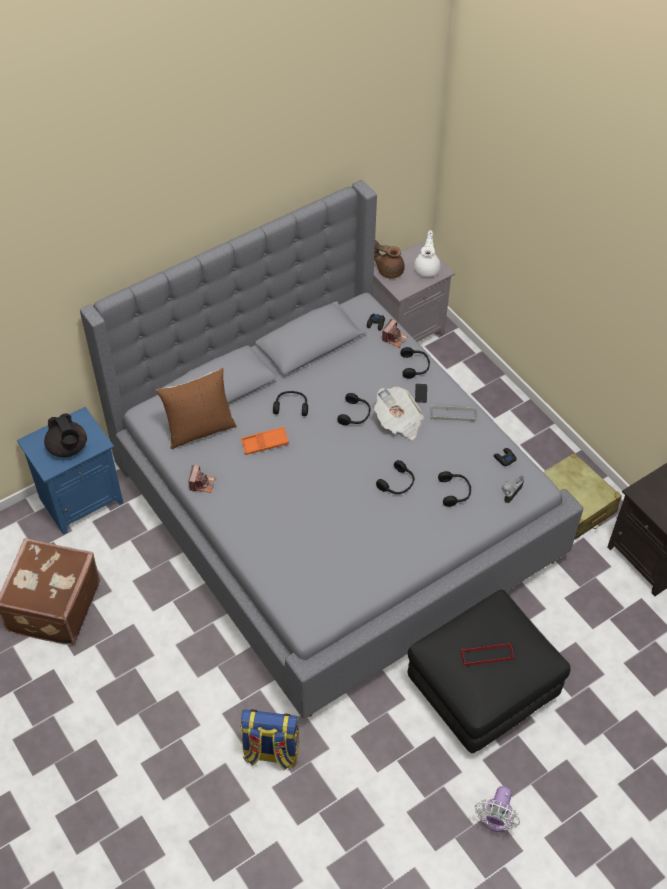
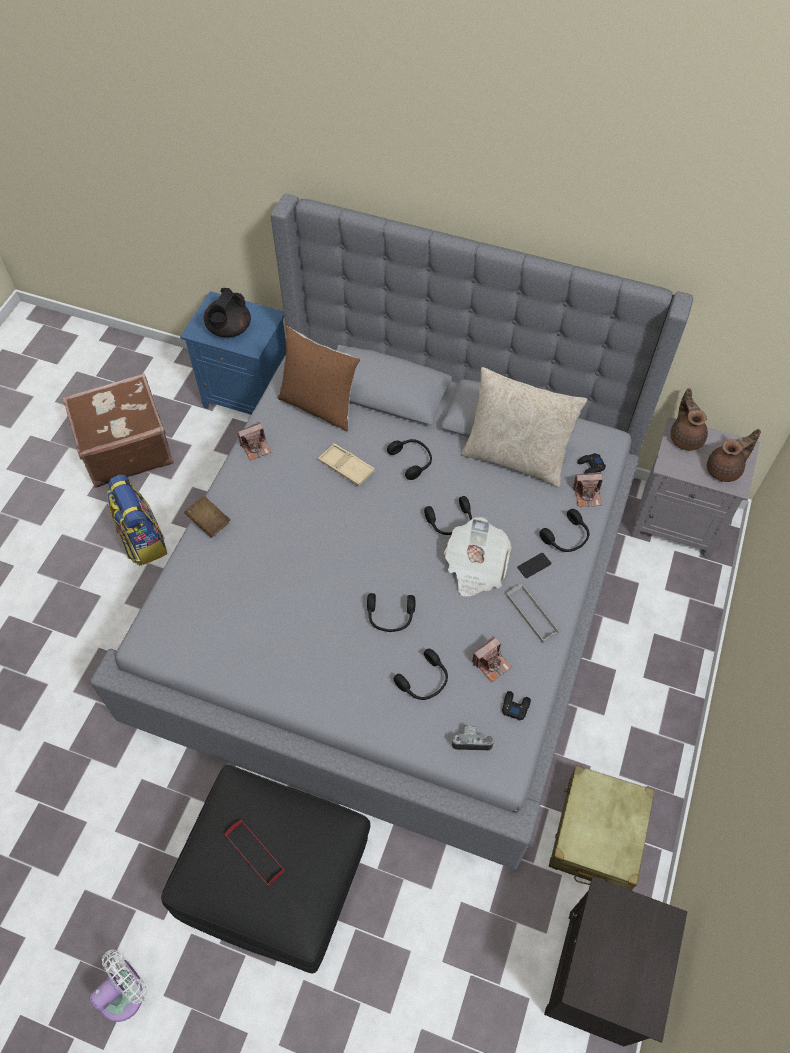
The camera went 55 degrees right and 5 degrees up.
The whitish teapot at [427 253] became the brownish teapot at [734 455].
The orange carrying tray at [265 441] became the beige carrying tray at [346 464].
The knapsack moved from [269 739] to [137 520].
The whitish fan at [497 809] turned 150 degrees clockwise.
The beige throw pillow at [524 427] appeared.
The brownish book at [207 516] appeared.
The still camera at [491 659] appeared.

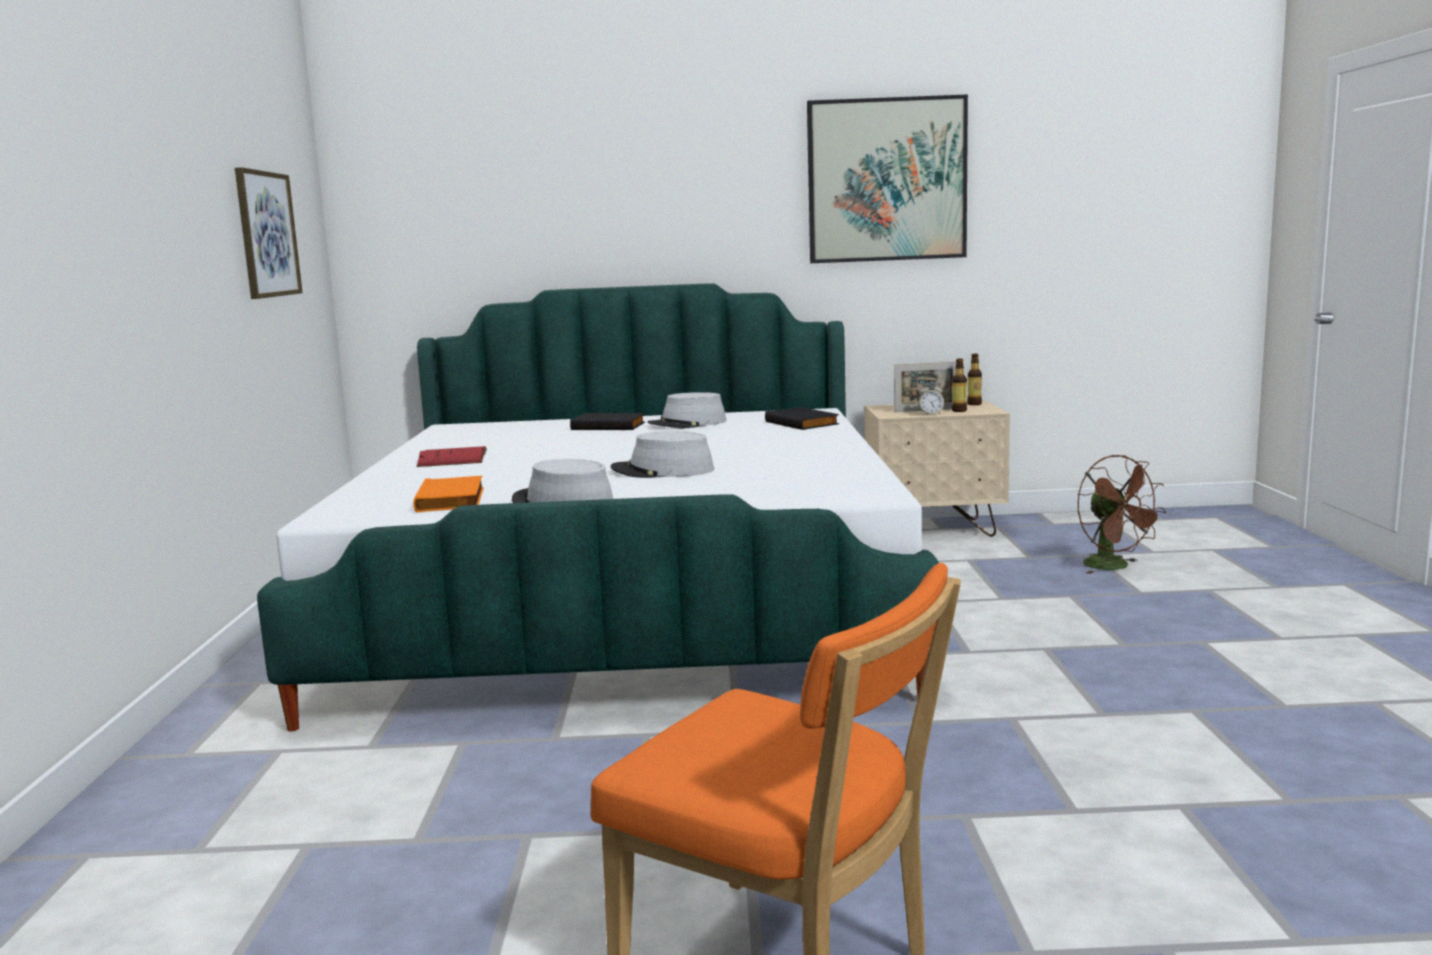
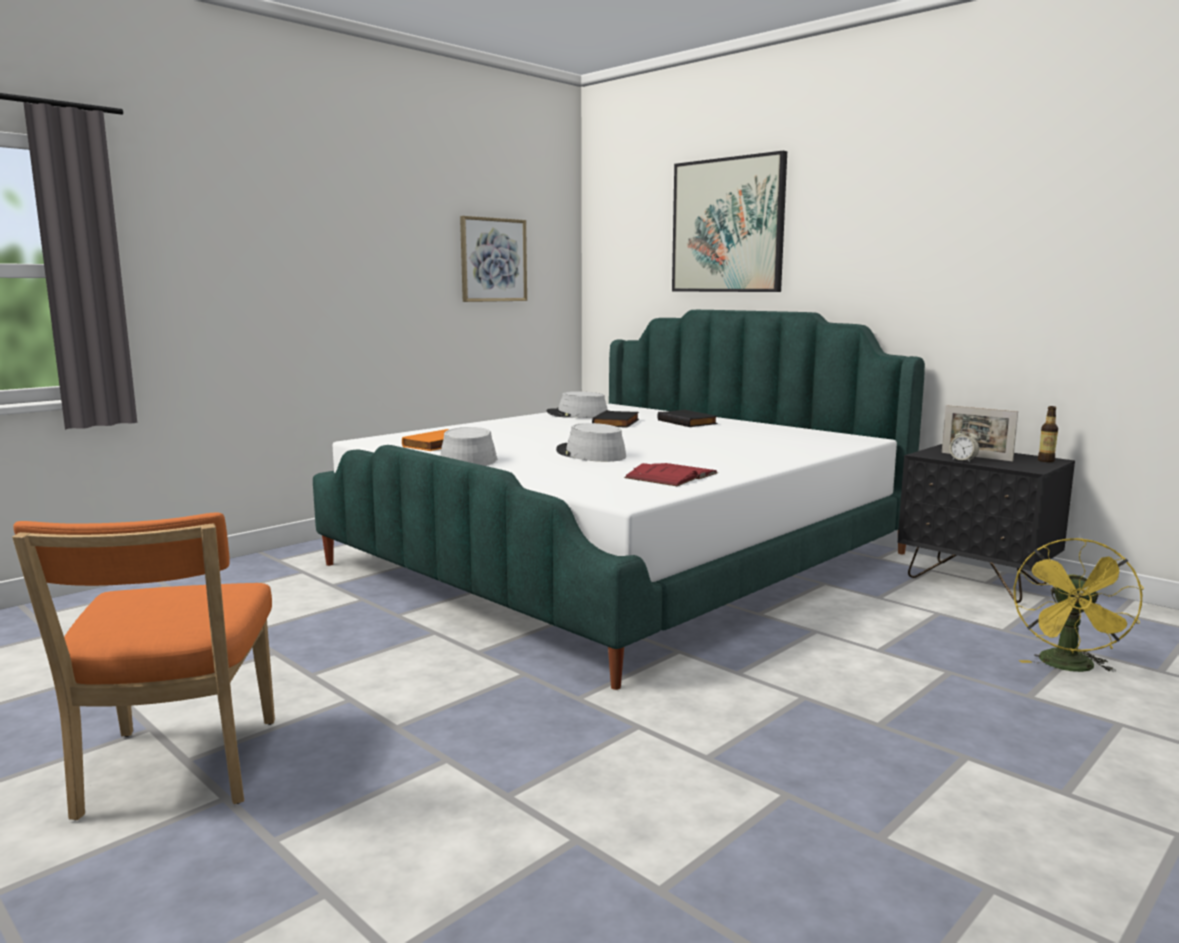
The camera went 45 degrees right and 0 degrees up.
The wall art moved from [887 178] to [729 221].
The drink bottle at [959 385] disappeared.
The greyish clothing hat moved from [687 410] to [577 404].
The beige night table at [937 468] became the black night table at [986 523].
The black book moved from [802 418] to [615 419].
The red book moved from [451 456] to [671 474].
The brownish fan at [1122 514] became the yellowish fan at [1079 605].

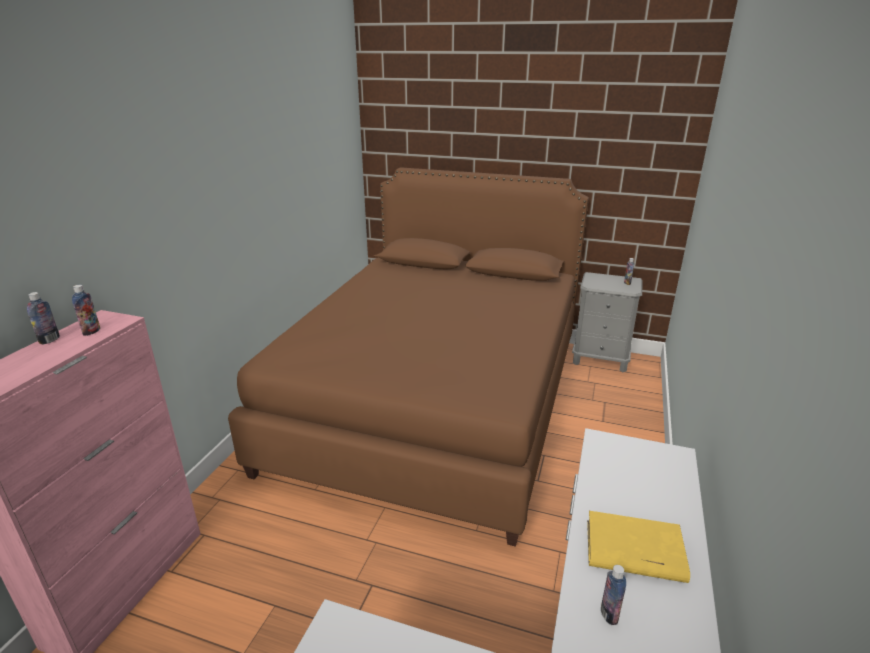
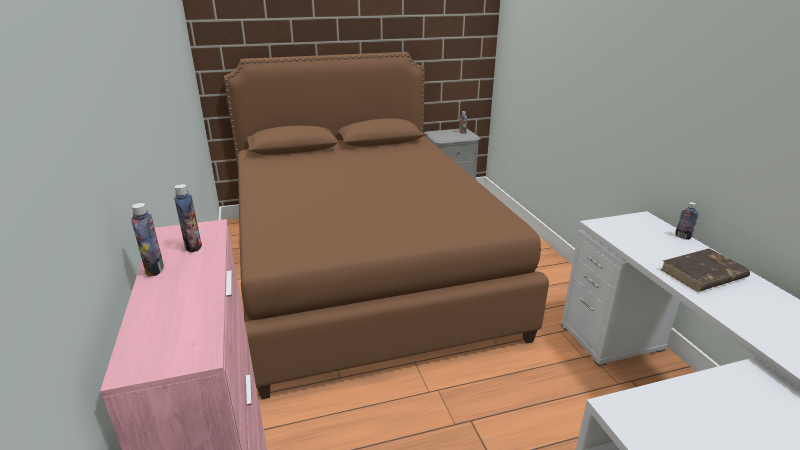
The camera went 35 degrees left and 0 degrees up.
The yellowish book at [638 547] became the brownish book at [705 270].
The drink bottle moved from [613 595] to [686 221].

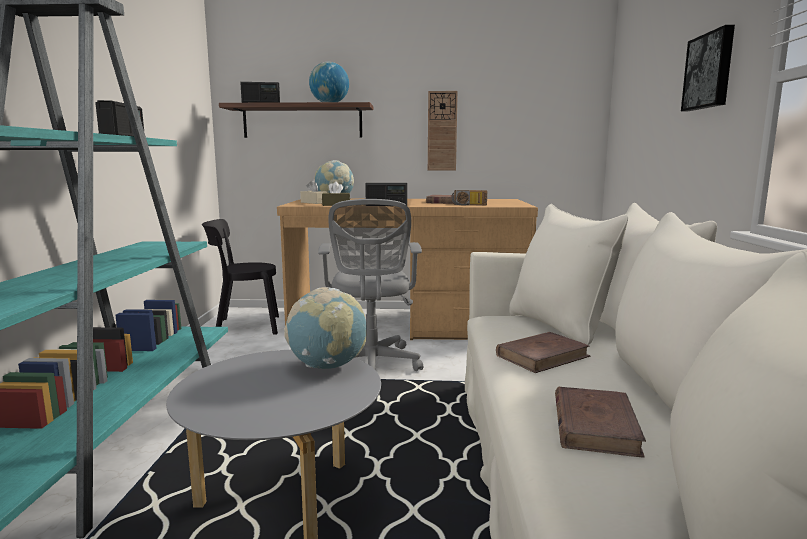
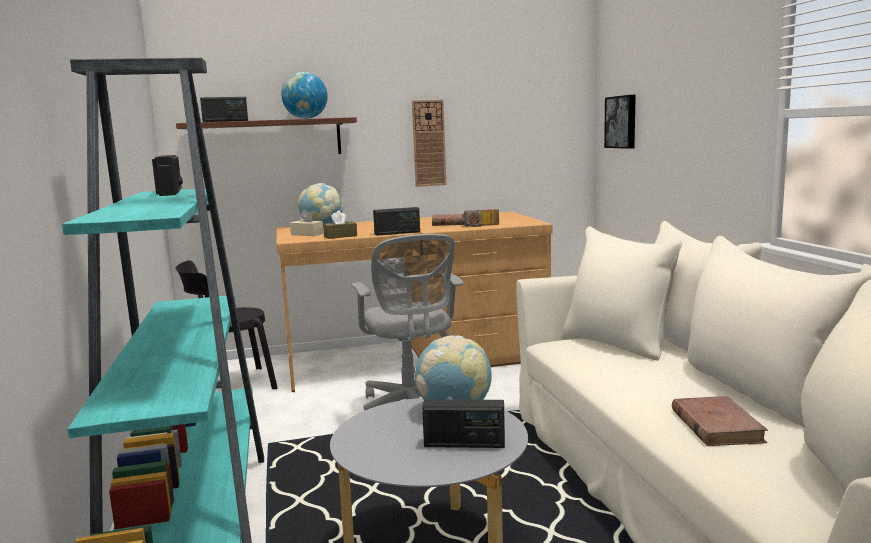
The camera went 15 degrees left and 0 degrees up.
The wall art moved from [708 68] to [620 122].
The brownish book at [543 352] disappeared.
The radio at [463 424] appeared.

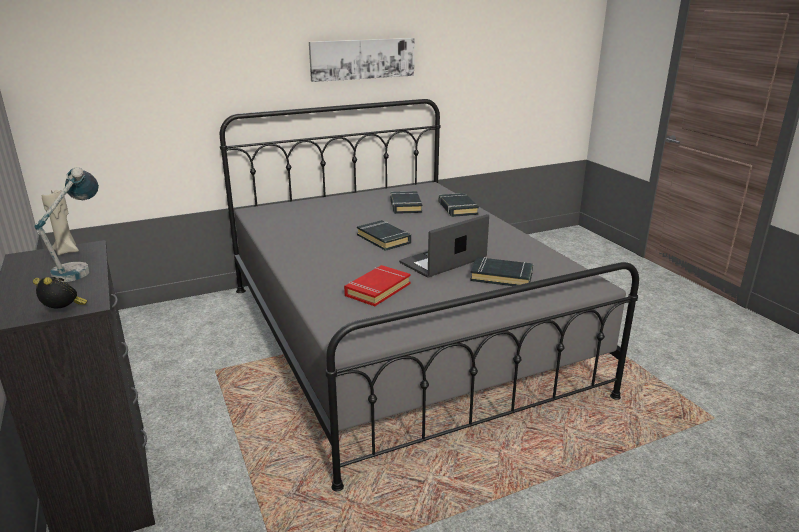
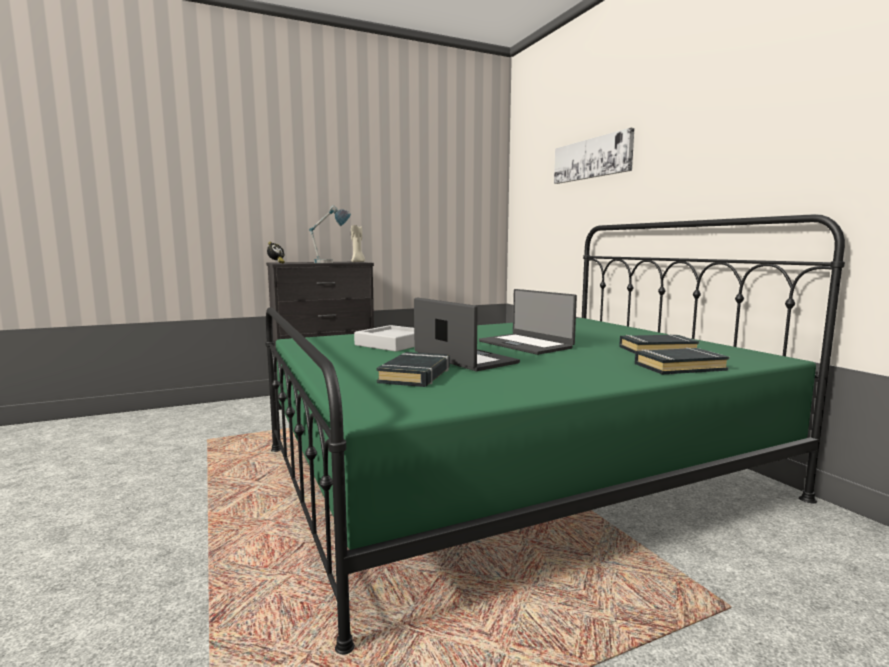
The camera went 90 degrees right and 15 degrees down.
The wall art moved from [361 60] to [594 156].
The greyish bedroom bed at [429 295] became the green bedroom bed at [555 434].
The black book at [384 235] was replaced by the portable computer at [528 322].
The red book at [377 285] was replaced by the greyish carrying tray at [384 338].

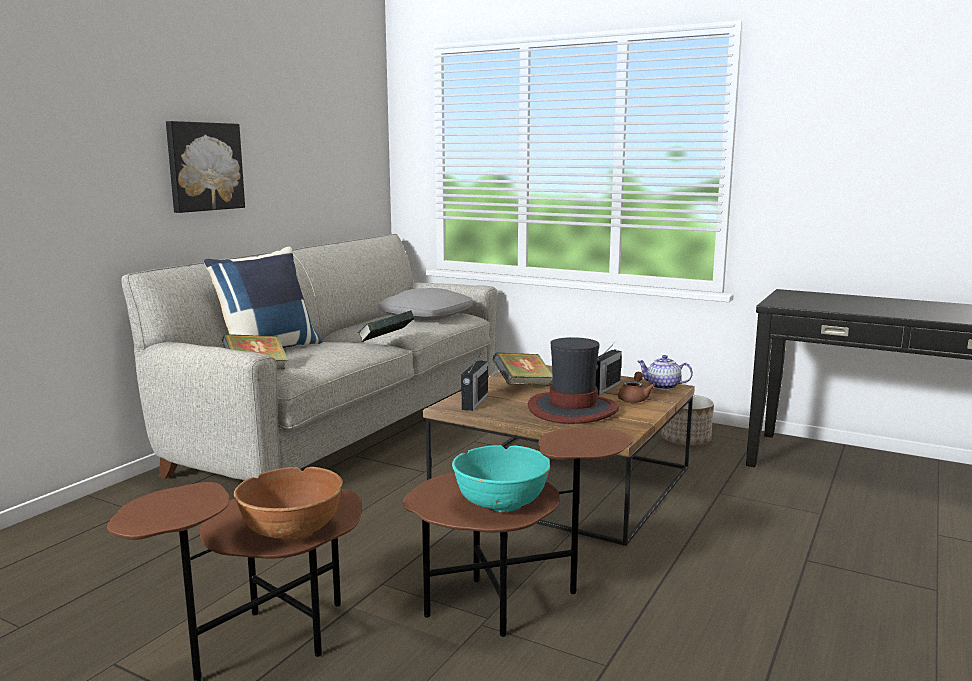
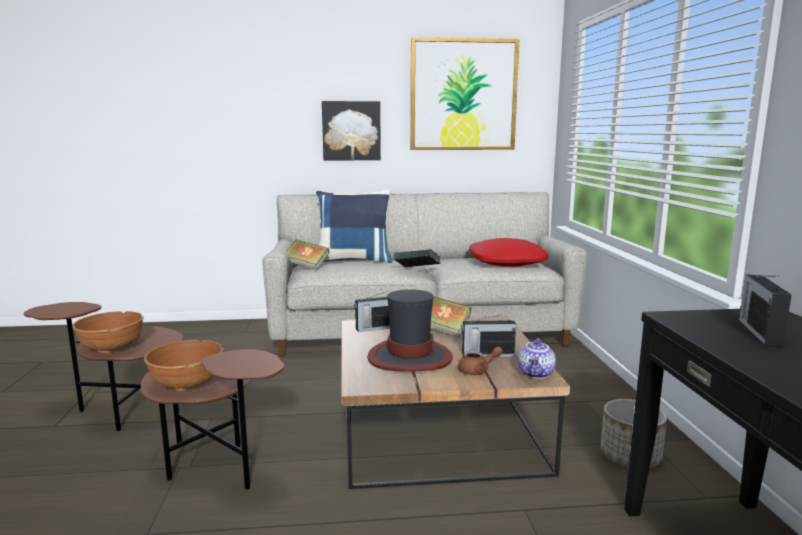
The camera went 55 degrees right and 0 degrees up.
The greyish throw pillow at [425 304] became the red throw pillow at [508 252].
The teapot at [665 372] turned 150 degrees counterclockwise.
The blue-green bowl at [501 478] became the brownish bowl at [184 365].
The wall art at [464 93] appeared.
The radio at [765 310] appeared.

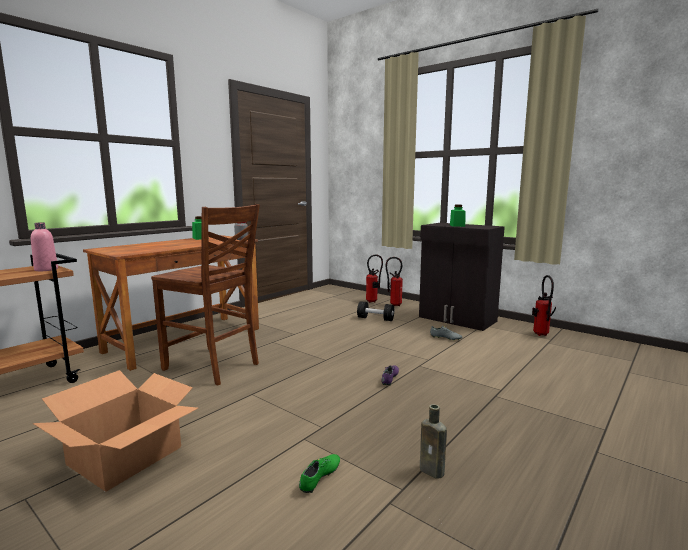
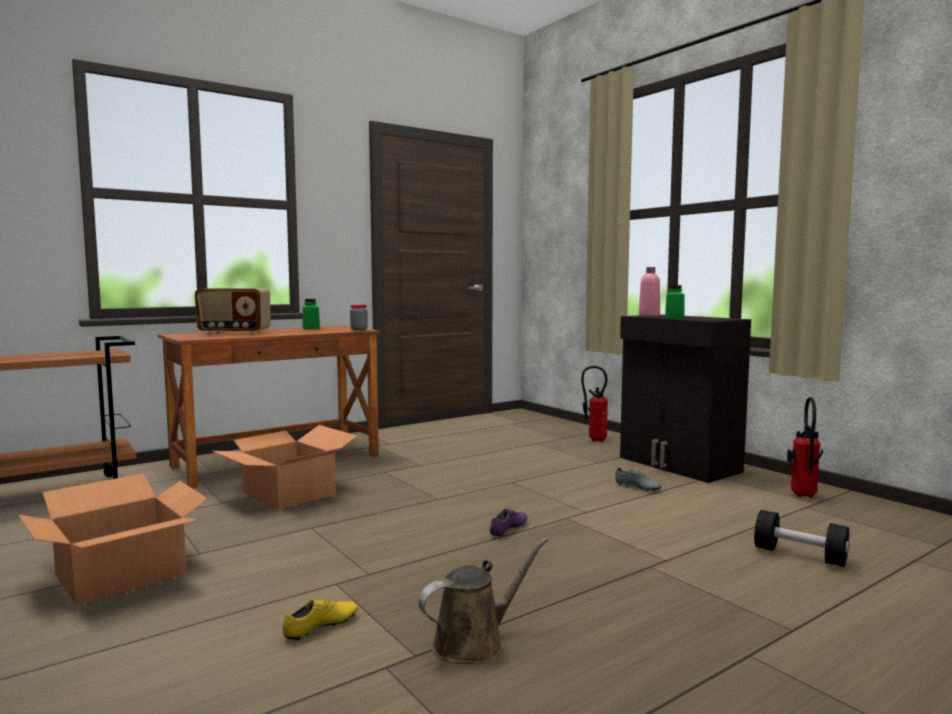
The camera went 15 degrees right and 5 degrees down.
The brownish upright chair at [205 295] was replaced by the packing box at [285 467].
The pink drink bottle moved from [44 246] to [649 291].
The fire extinguisher at [374 279] disappeared.
The black free weight moved from [375 311] to [802 538].
The brownish drink bottle at [433 441] was replaced by the brownish sprinkling can at [483 601].
The green low shoe at [319 473] became the yellowish low shoe at [320 620].
The radio at [232 311] appeared.

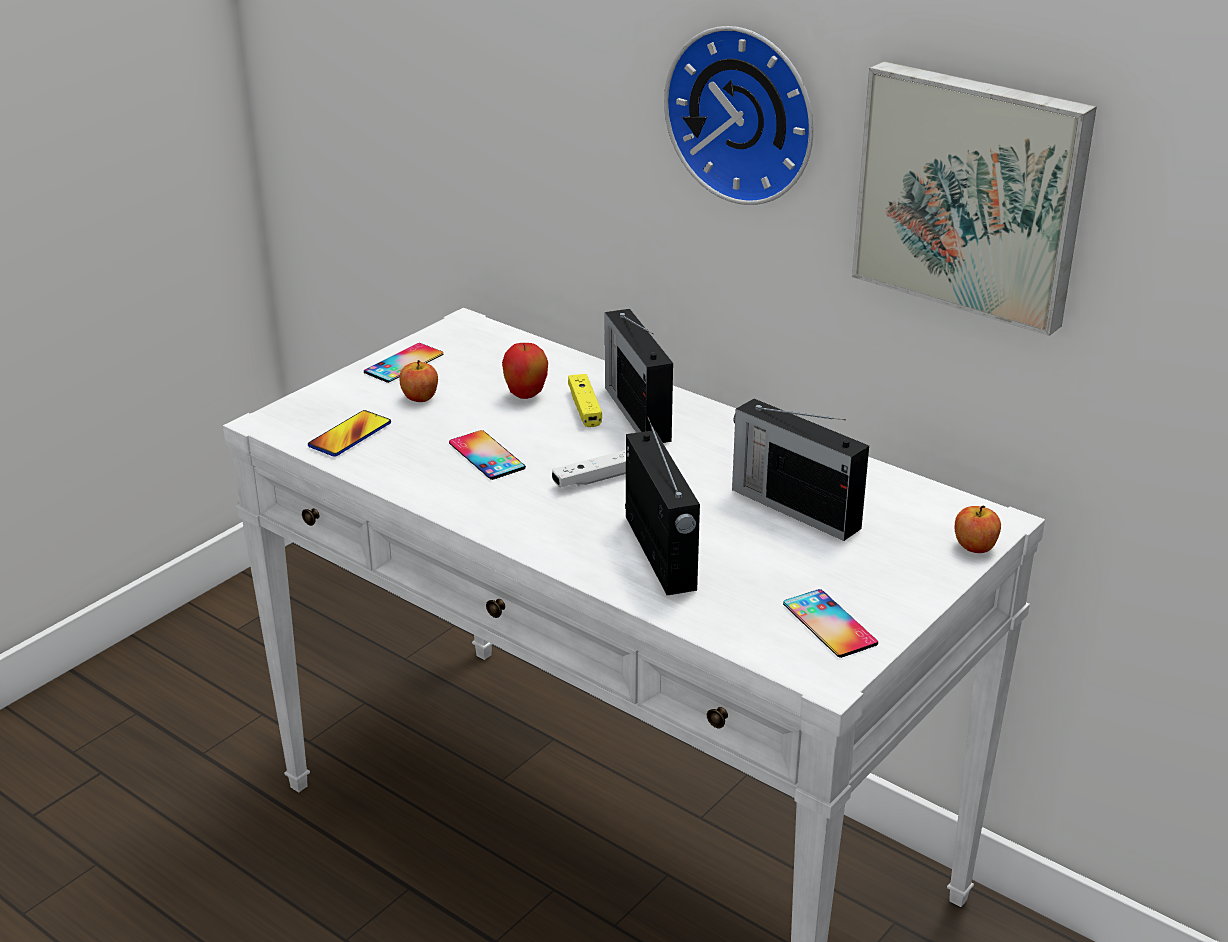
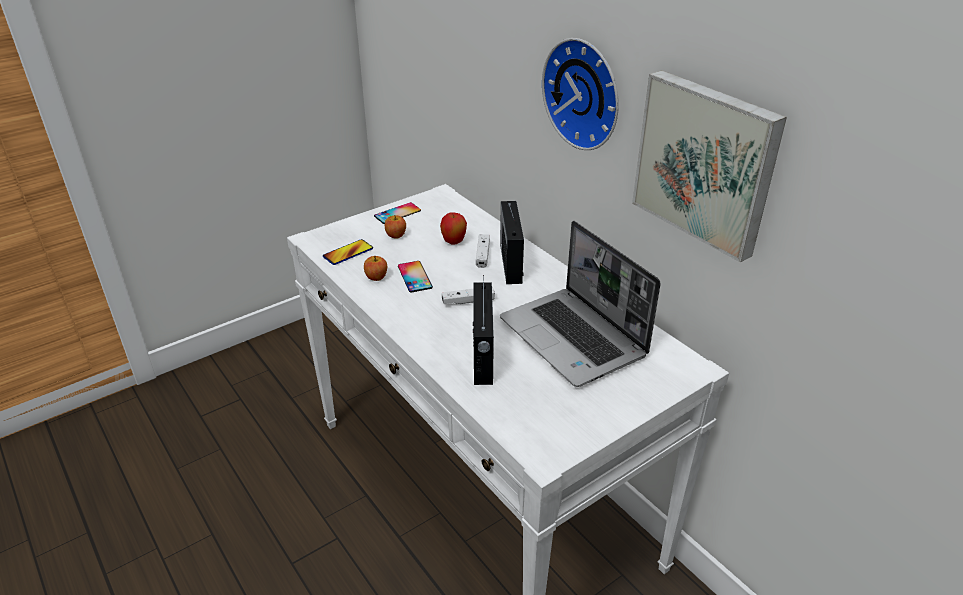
The camera went 15 degrees right and 5 degrees up.
The yellowish game controller at [585 400] became the whitish game controller at [483 251].
The radio at [800 470] was replaced by the portable computer at [580 304].
The apple moved from [978 529] to [375 268].
The handset at [830 623] disappeared.

